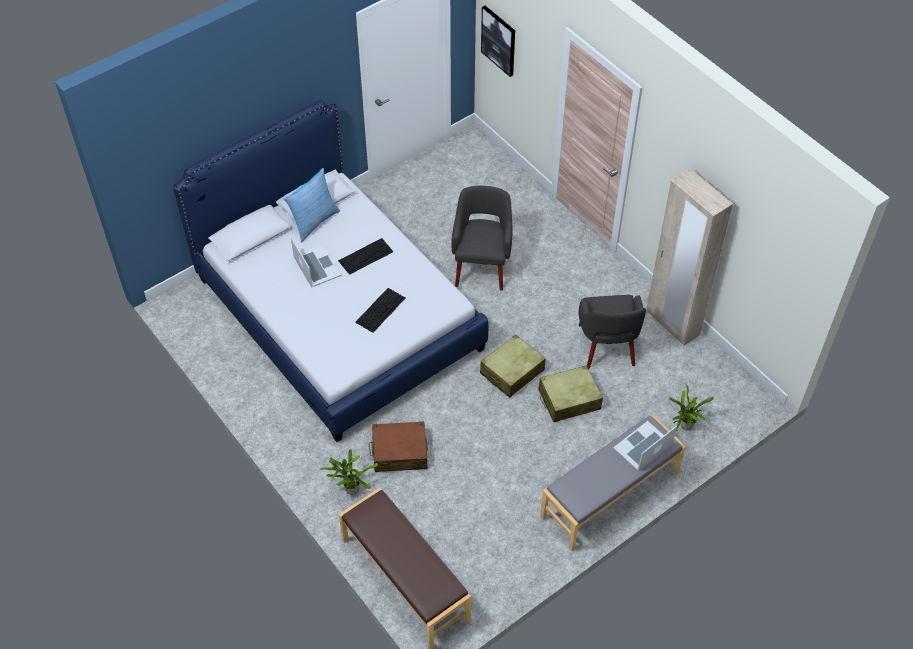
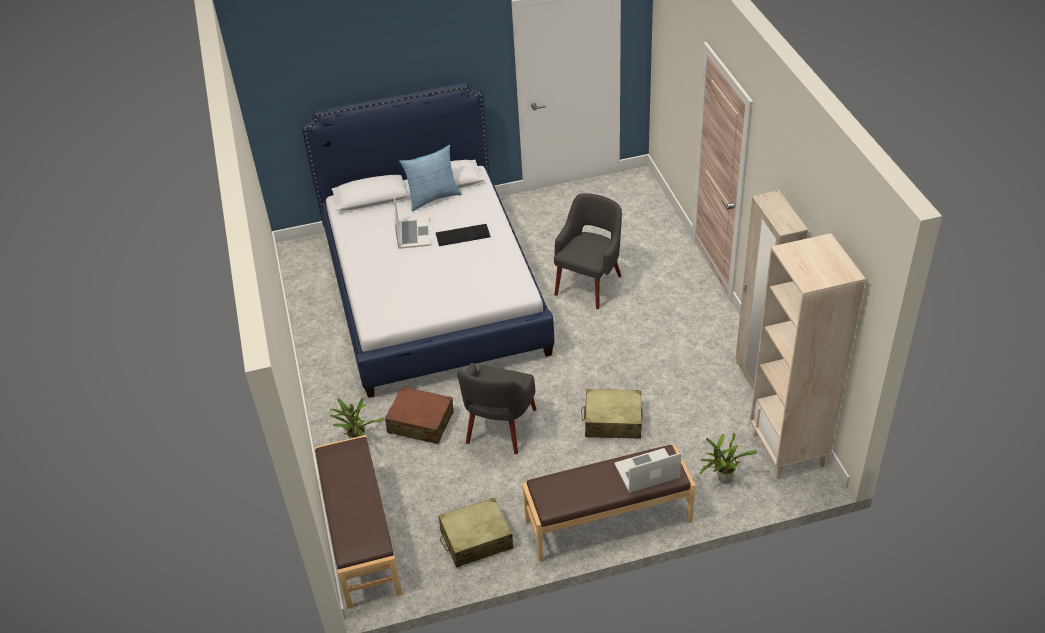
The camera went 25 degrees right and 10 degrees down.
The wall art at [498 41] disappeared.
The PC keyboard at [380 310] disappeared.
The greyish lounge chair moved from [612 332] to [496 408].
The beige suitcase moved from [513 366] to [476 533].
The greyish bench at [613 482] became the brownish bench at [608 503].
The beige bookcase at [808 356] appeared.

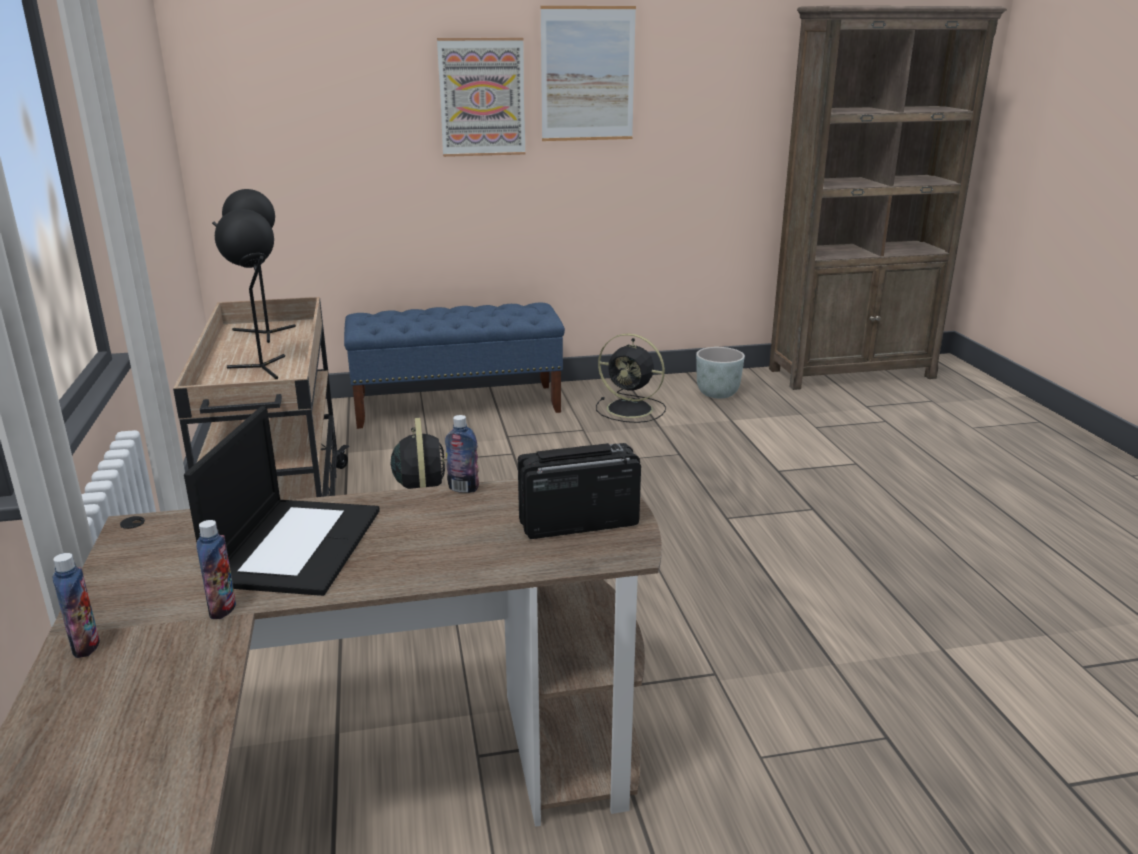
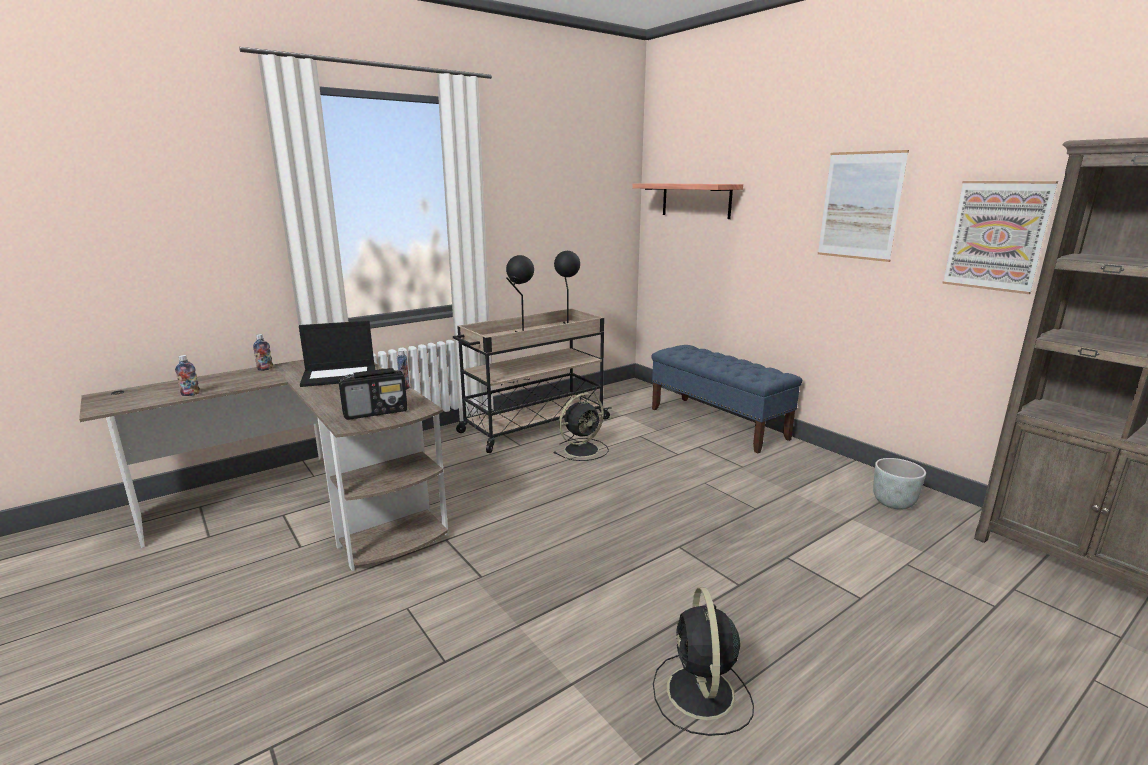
The camera went 65 degrees right and 5 degrees down.
The wall art moved from [481 97] to [1000 237].
The black fan moved from [631 378] to [703 661].
The radio at [579 491] turned 105 degrees clockwise.
The drink bottle moved from [216 569] to [187 375].
The shelf at [687 201] appeared.

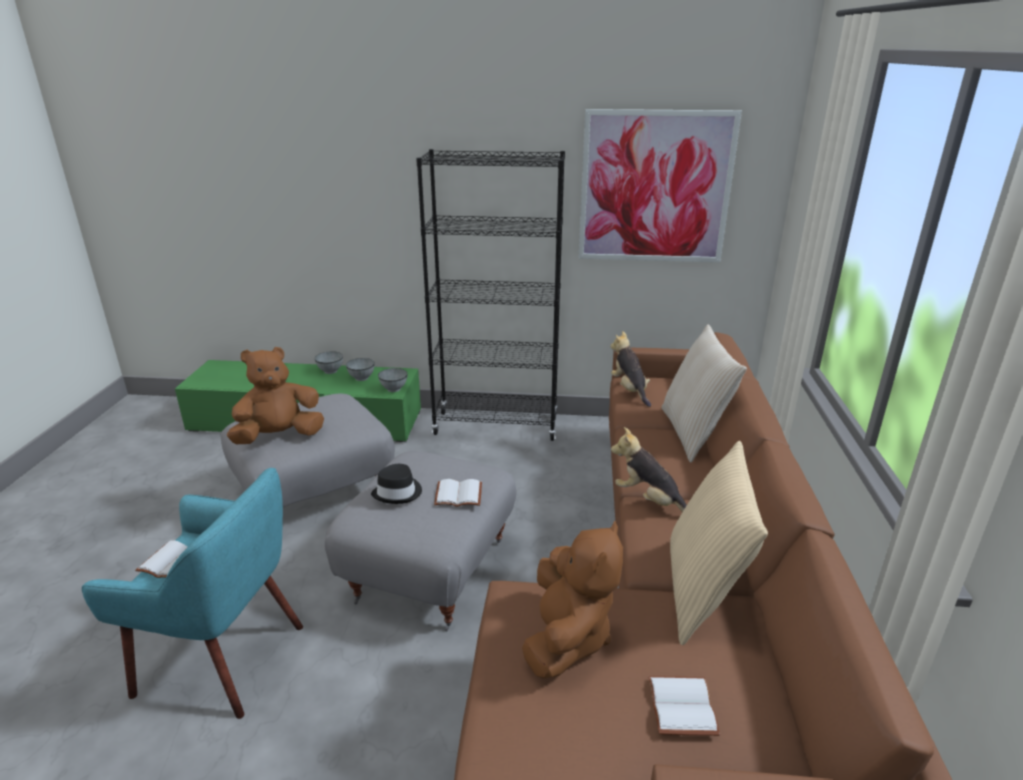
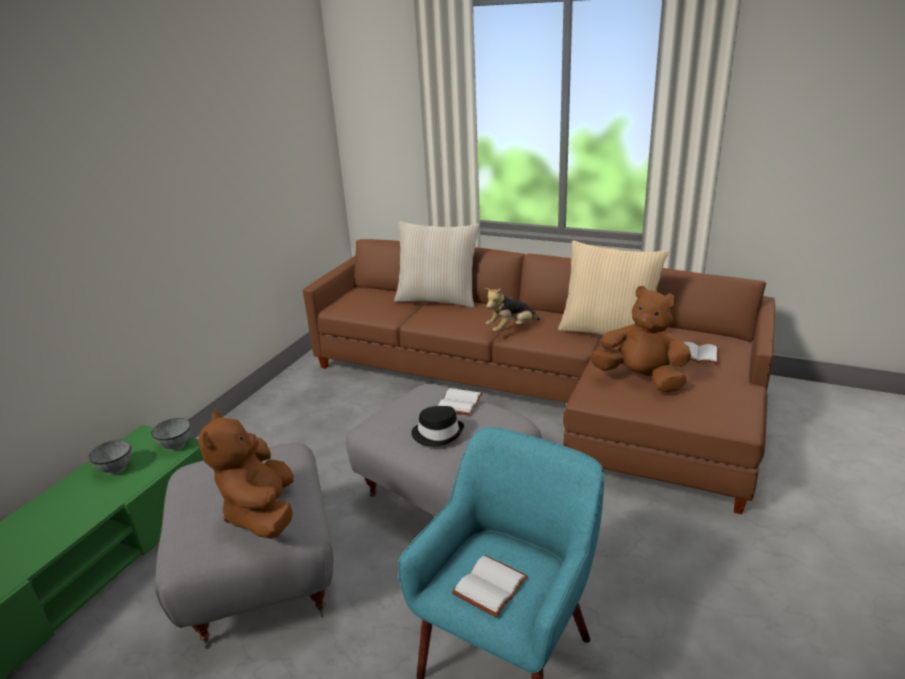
The camera went 70 degrees left and 0 degrees up.
The wall art at [660 185] disappeared.
The black bookcase at [490 295] disappeared.
The soft toy at [630 369] disappeared.
The greyish bowl at [329 362] disappeared.

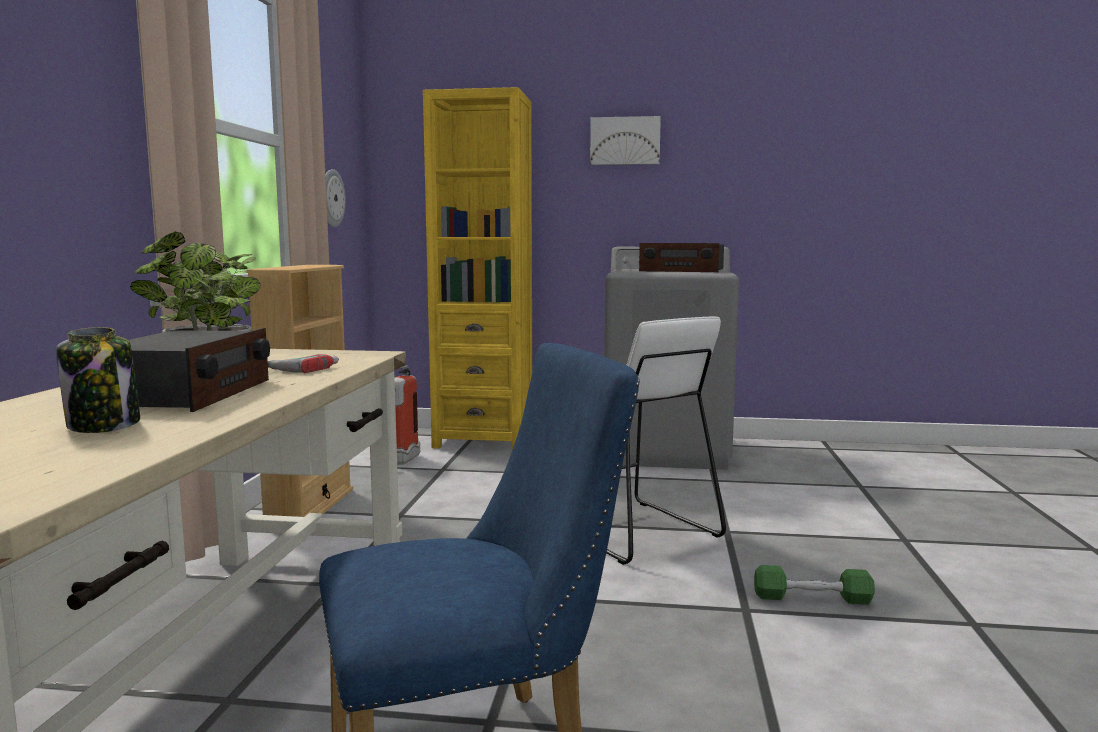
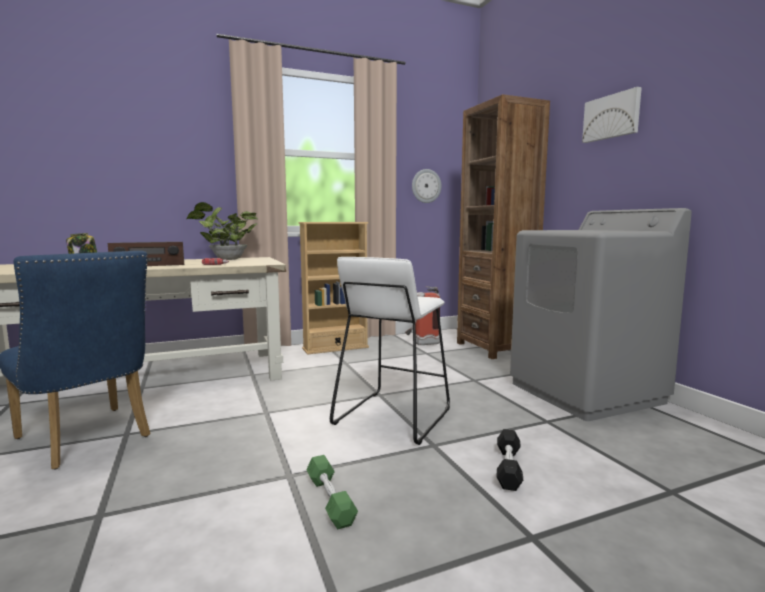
The camera went 60 degrees right and 0 degrees up.
The yellowish bookcase at [477 268] became the brownish bookcase at [503 226].
The radio at [681 257] disappeared.
The black free weight at [510 460] appeared.

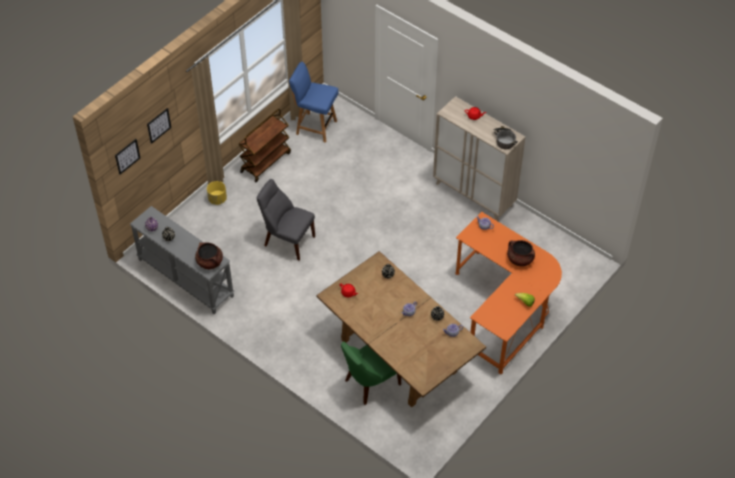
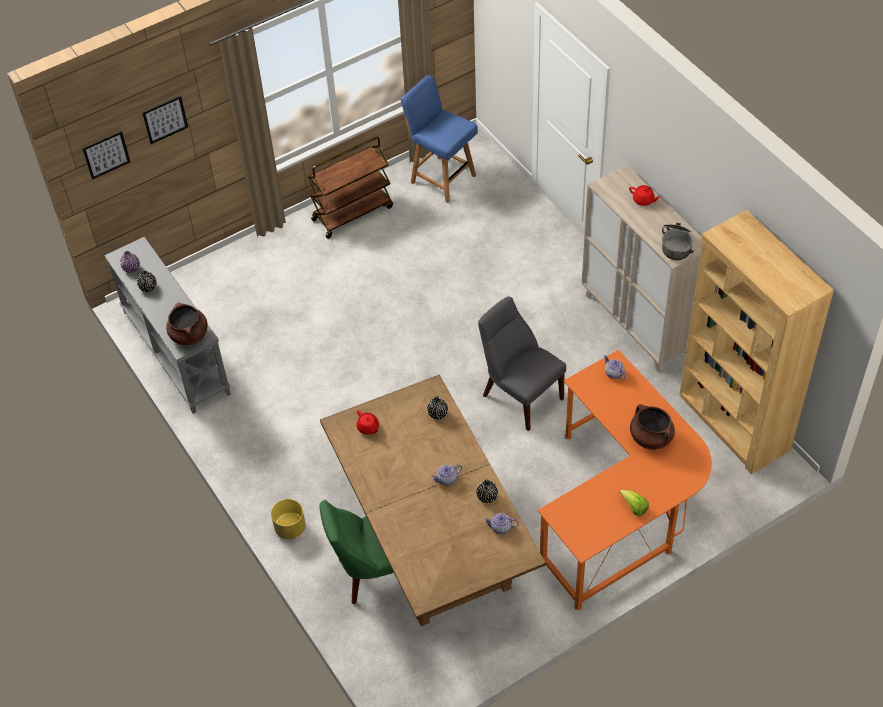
The camera went 20 degrees right and 0 degrees up.
The greyish upright chair moved from [286 220] to [522 363].
The yellowish flower pot moved from [217 193] to [288 519].
The brownish bookcase at [756 342] appeared.

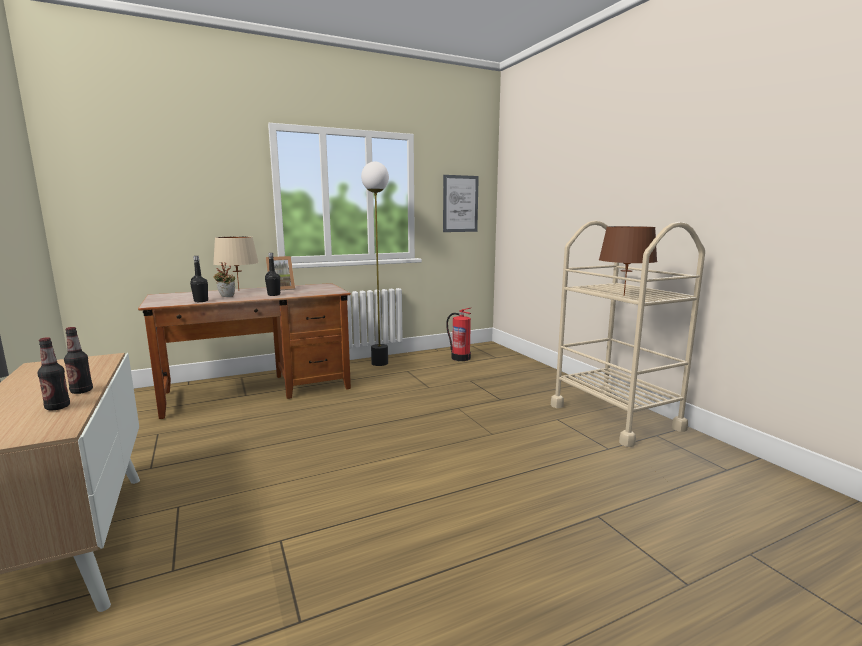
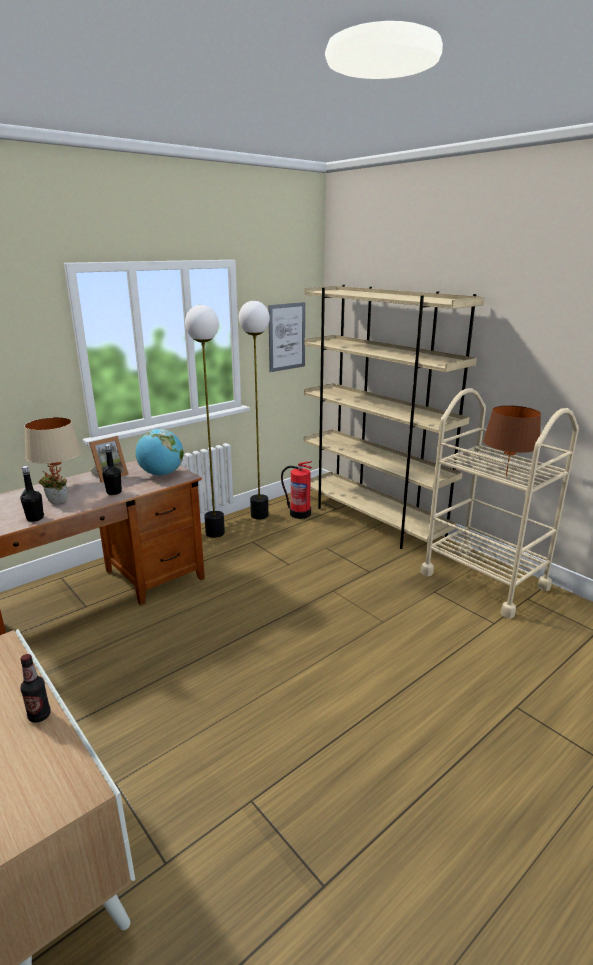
The camera went 15 degrees left and 10 degrees up.
The drink bottle at [53 374] disappeared.
The beige bookcase at [394 417] appeared.
The floor lamp at [254 410] appeared.
The globe at [160 452] appeared.

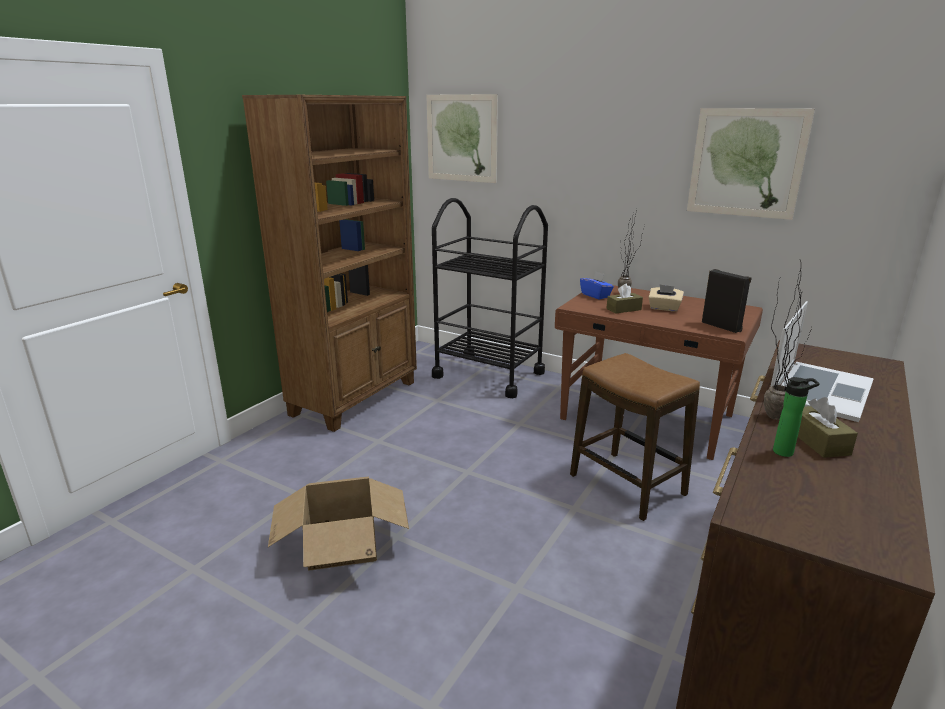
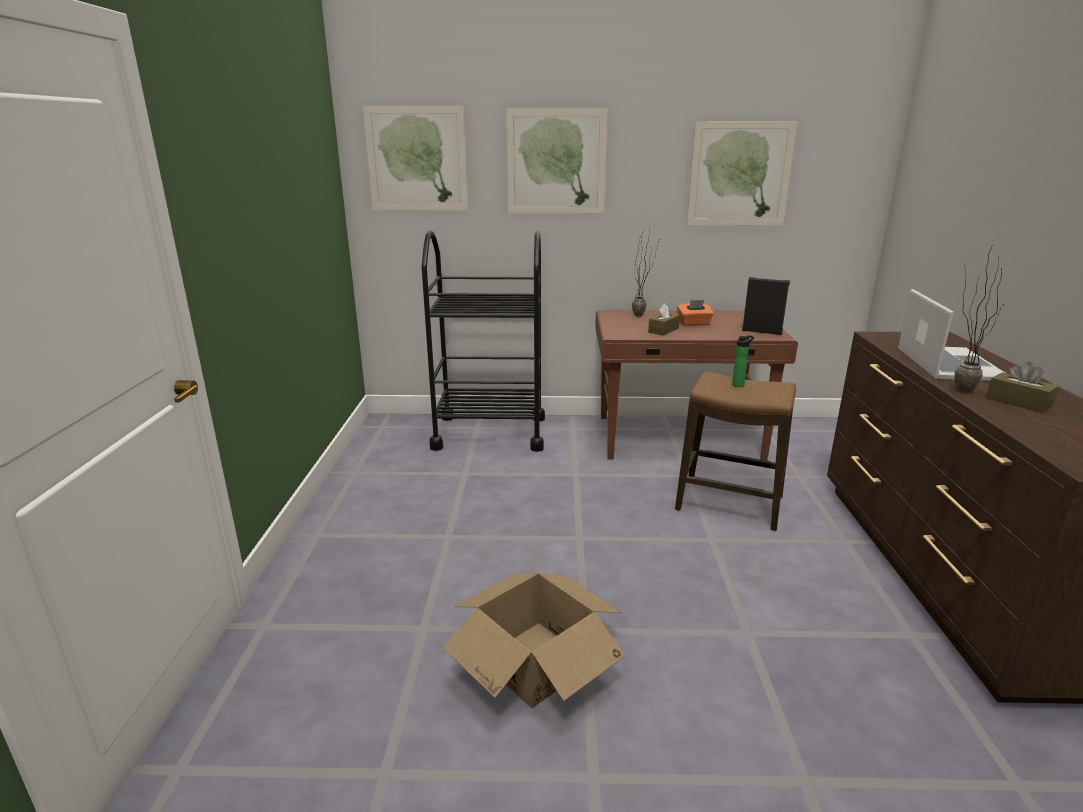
The camera went 30 degrees left and 0 degrees up.
The brownish bookcase at [329 263] disappeared.
The bluish tissue box at [597 285] disappeared.
The beige tissue box at [666 298] became the orange tissue box at [695 313].
The drink bottle moved from [796 417] to [743 361].
The wall art at [557 161] appeared.

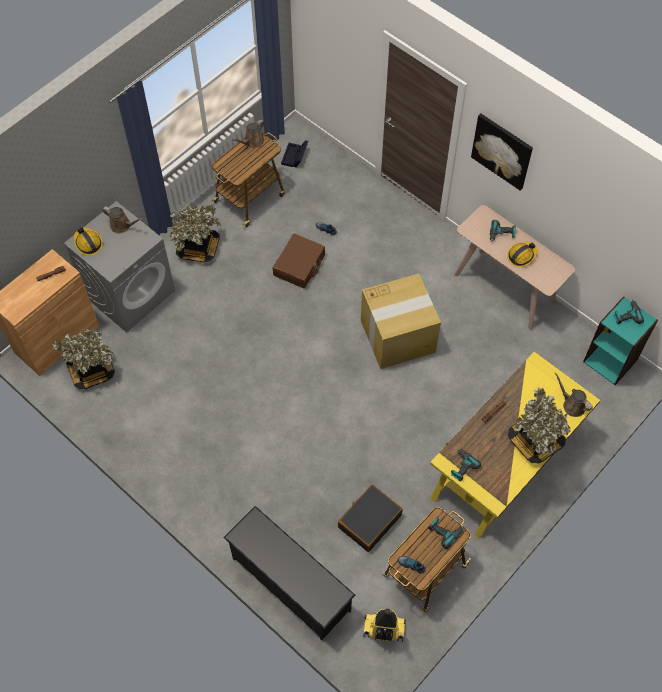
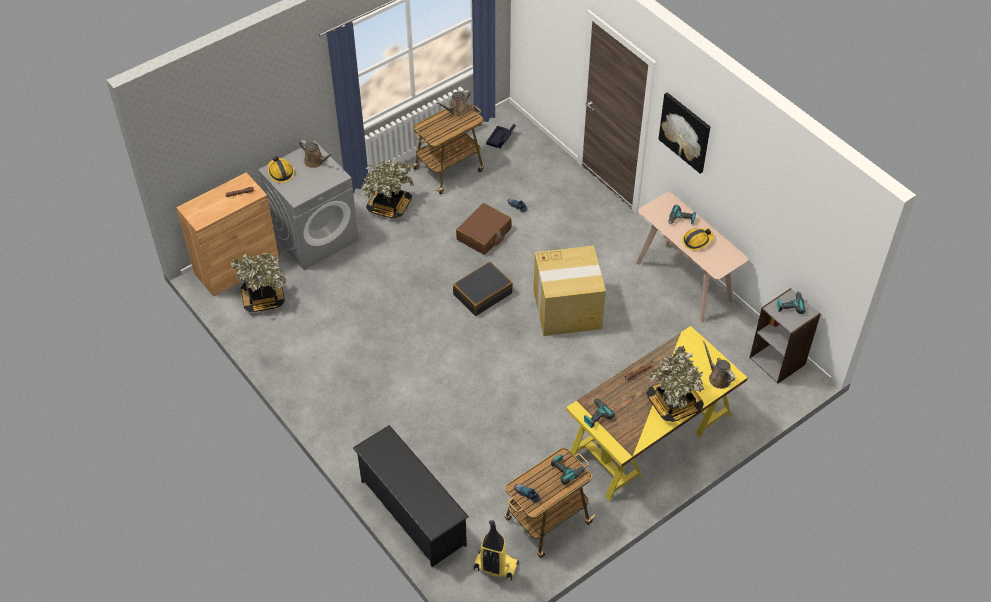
The camera went 10 degrees right and 10 degrees down.
The blue-green bookcase at [620 340] became the greyish bookcase at [785 335].
The black suitcase moved from [370 518] to [483 289].

